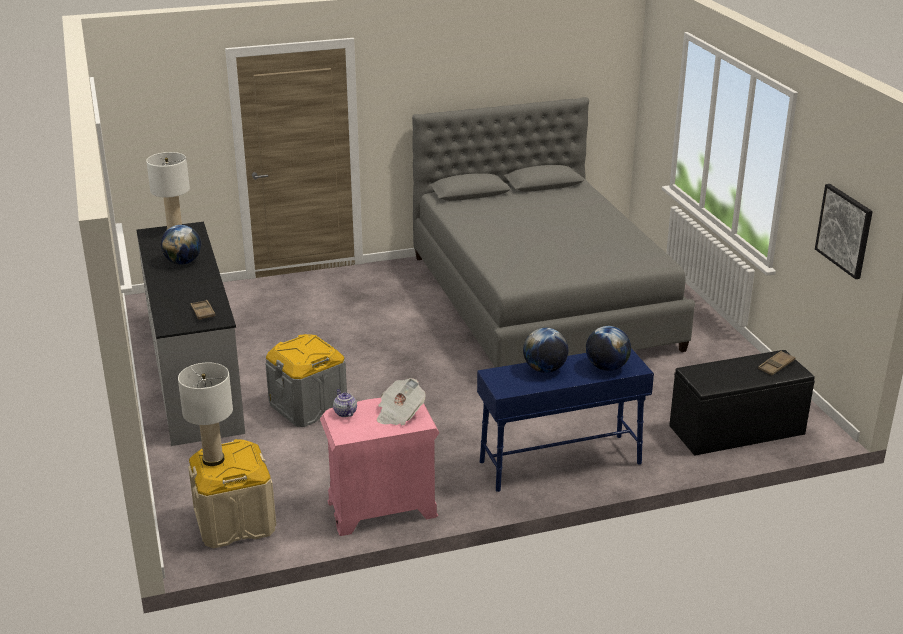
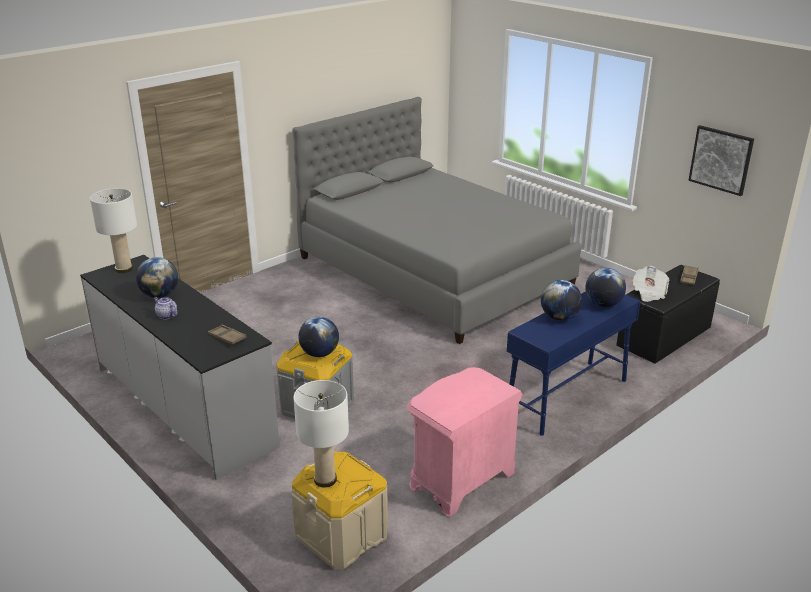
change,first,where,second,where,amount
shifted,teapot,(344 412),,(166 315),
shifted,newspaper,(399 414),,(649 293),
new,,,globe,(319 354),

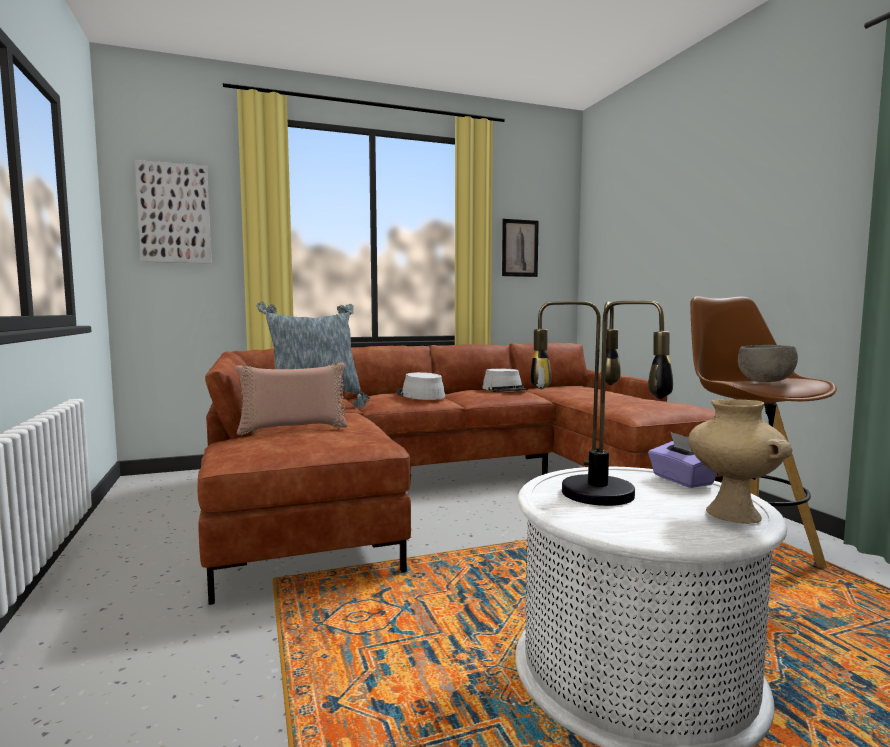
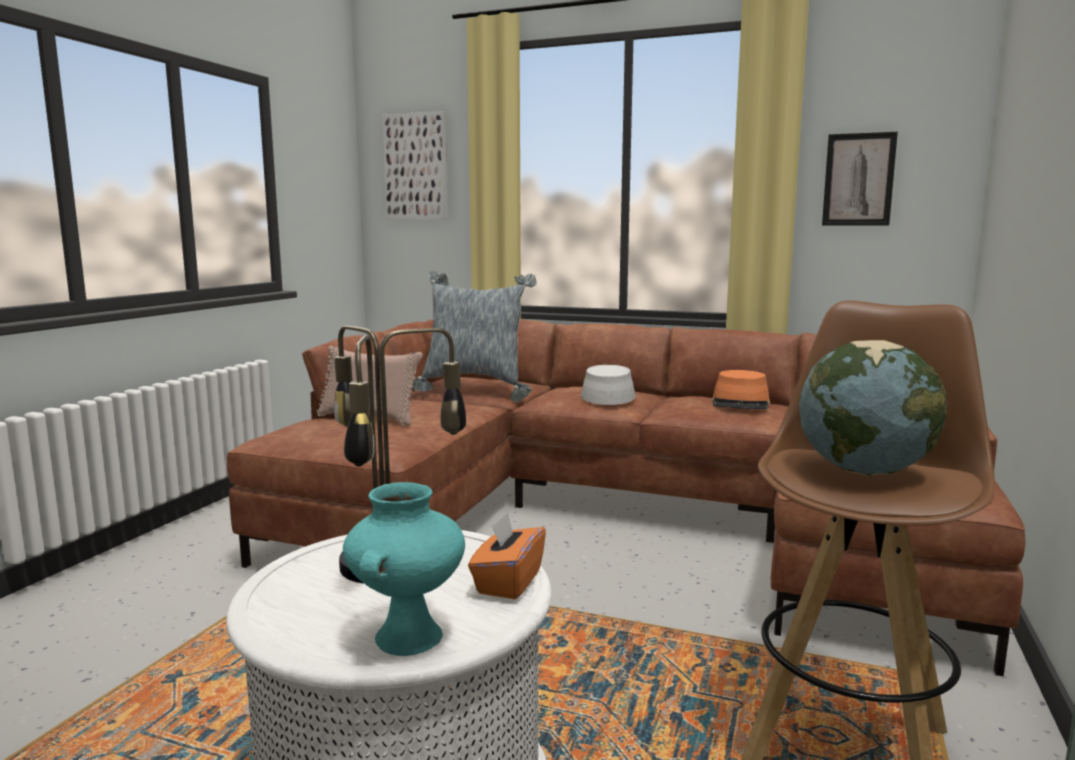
change,first,where,second,where,amount
repainted,hat in grey,(505 389),hat in orange,(741 403),
repainted,tissue box in purple,(682 480),tissue box in orange,(508 582),
repainted,vase in beige,(731 514),vase in turquoise,(408 636),
swapped,bowl in grey,(764 381),globe,(864 471),

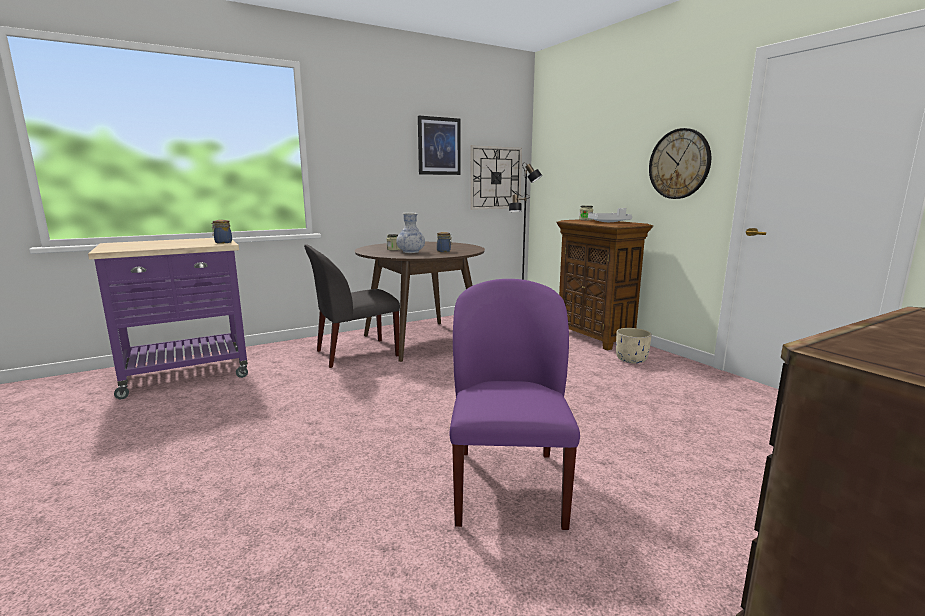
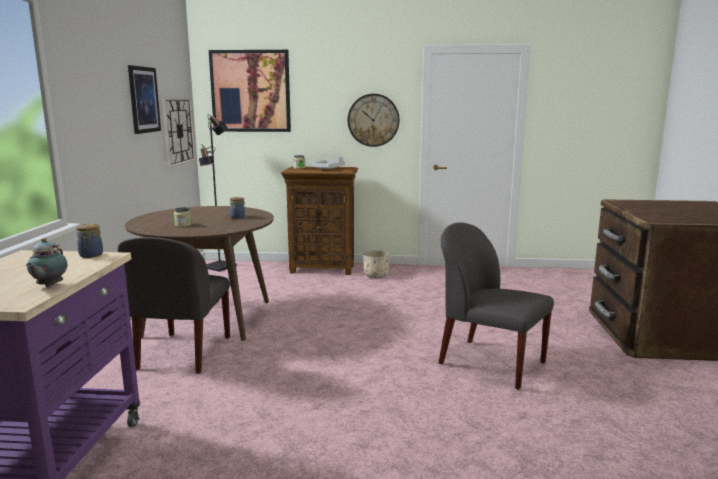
change,first,where,second,where,amount
gone,vase,(411 252),,,
repainted,chair in purple,(508 485),chair in grey,(489 362),
new,,,teapot,(49 286),
new,,,picture,(250 91),

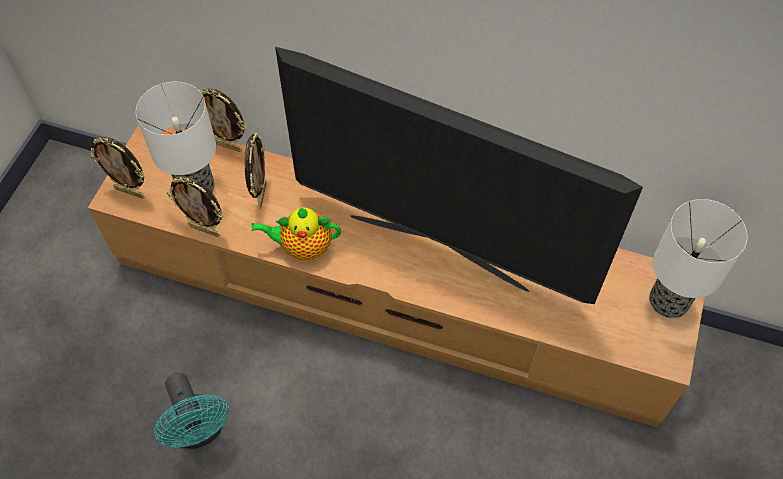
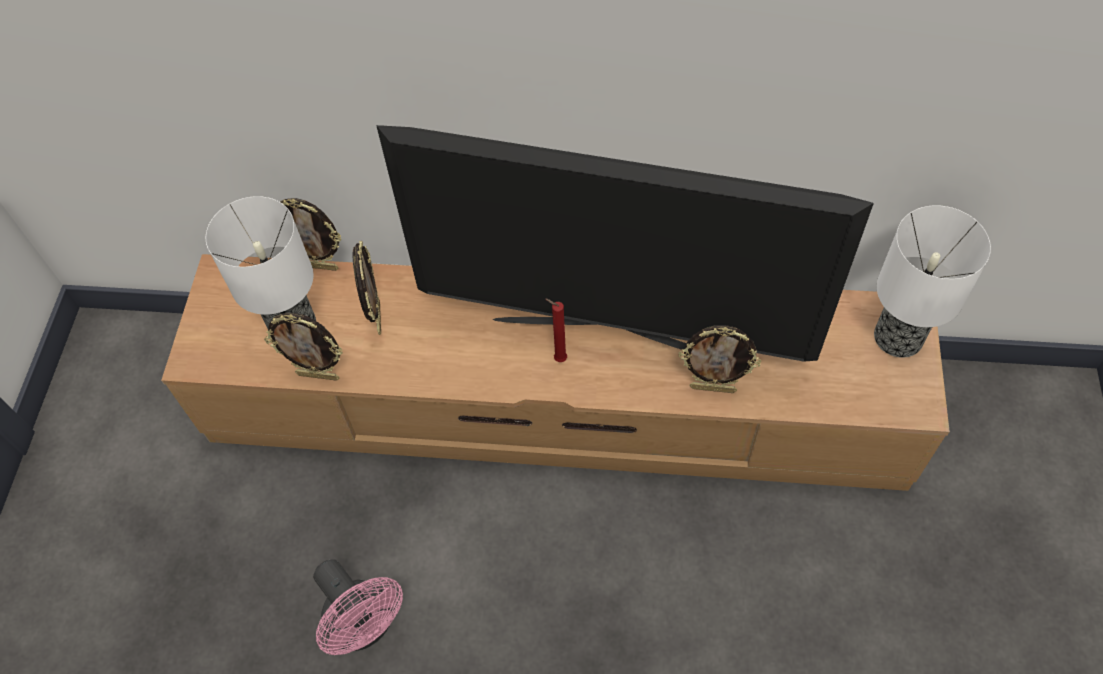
change,first,where,second,where,amount
shifted,picture frame,(130 192),,(713 388),
repainted,fan in turquoise,(200 431),fan in pink,(365 626),
gone,teapot,(303 247),,,
new,,,candle in red,(558 359),

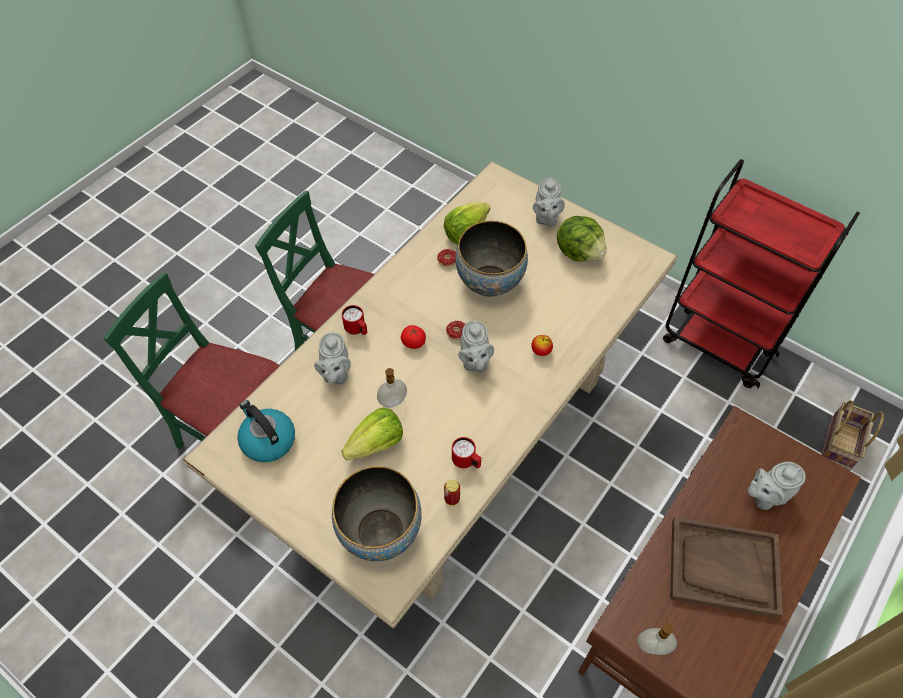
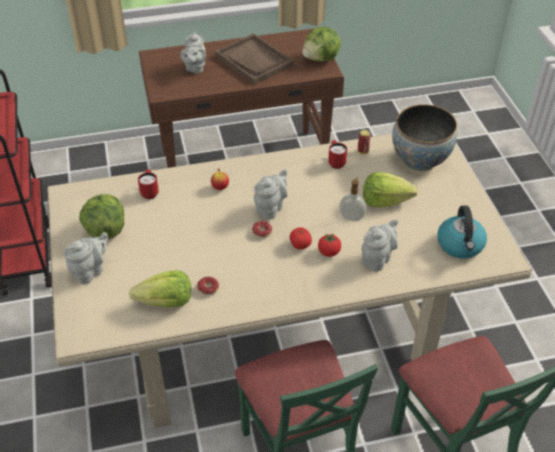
change,first,where,second,where,amount
shifted,mug in red,(357 330),,(149 192),
gone,bowl,(489 282),,,
swapped,soap dispenser,(652 646),lettuce,(321 59),
rotated,teapot in grey,(765 496),,(195 68),75 degrees clockwise
gone,basket,(840 445),,,
new,,,tomato,(329 252),

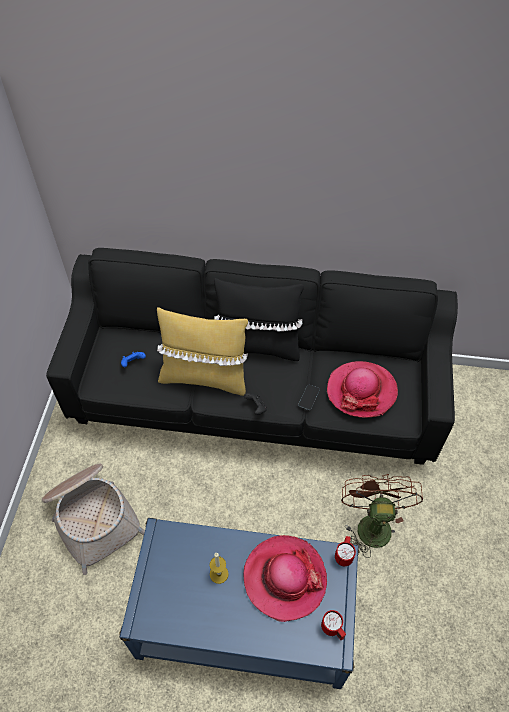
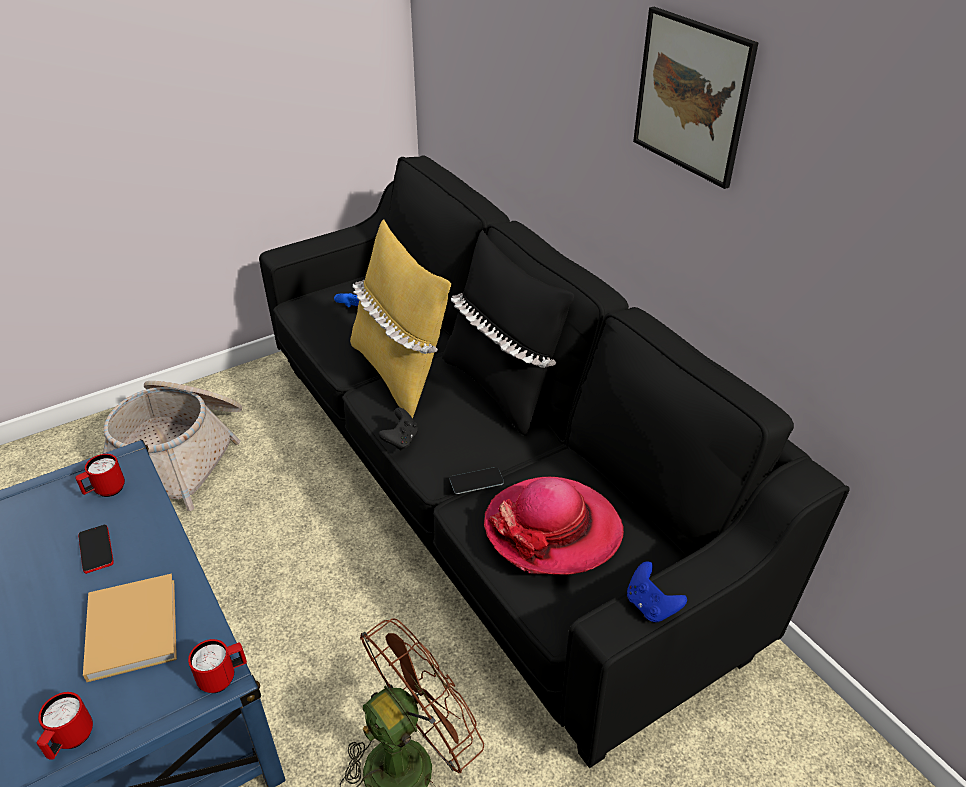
change,first,where,second,where,amount
swapped,candle,(219 574),phone,(96 549),
swapped,hat,(284 578),book in beige,(132 625),
new,,,mug in red,(105 491),
new,,,game controller in blue,(650 606),
new,,,picture,(691 96),

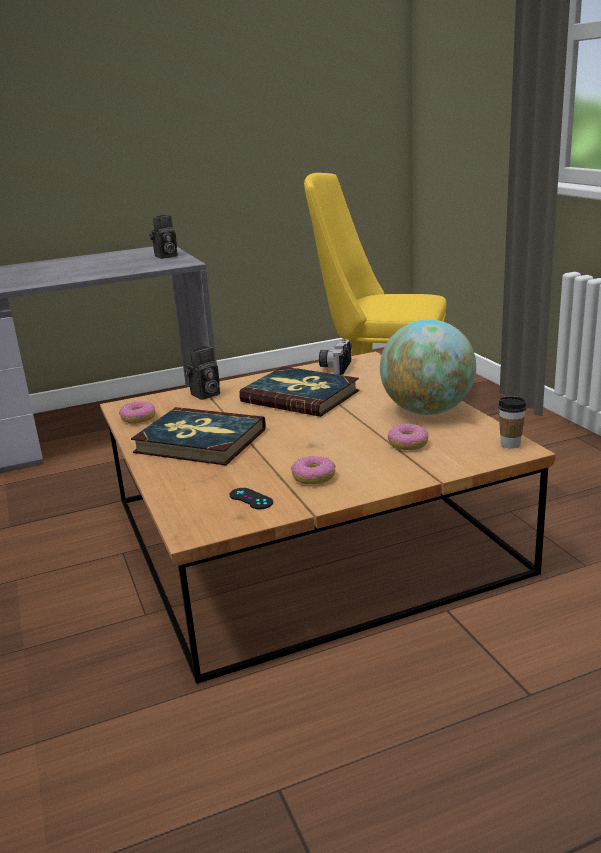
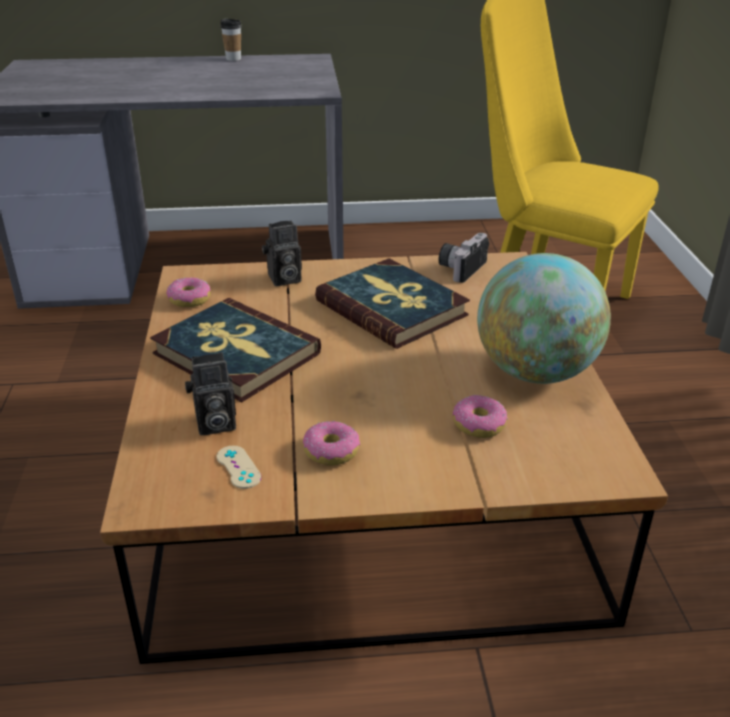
change,first,where,second,where,amount
shifted,photo camera,(165 256),,(213 424),
repainted,game controller in black,(251 499),game controller in beige,(238 467),
shifted,cup,(510 444),,(233 59),

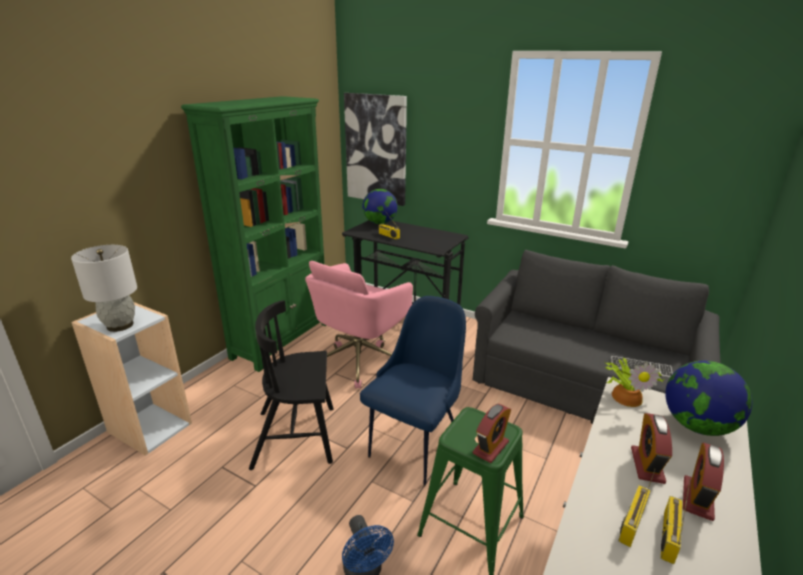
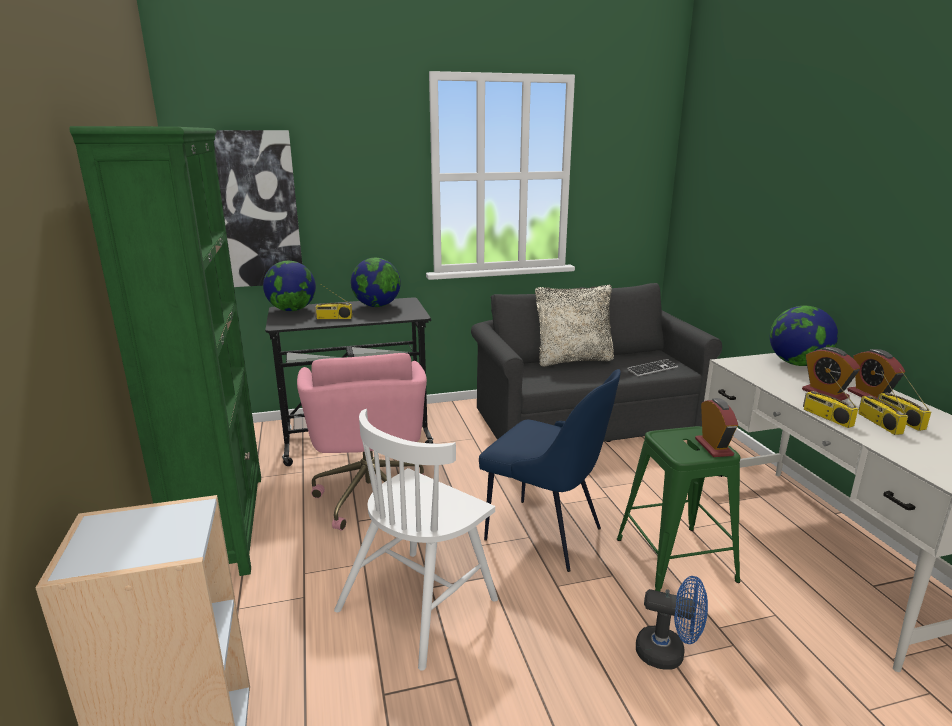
change,first,where,second,where,amount
gone,table lamp in white,(120 325),,,
repainted,chair in black,(300 435),chair in white,(423 599),
rotated,chair in blue,(415 446),,(544 534),135 degrees clockwise
gone,potted plant,(627 396),,,
new,,,globe,(377 306),
new,,,pillow in beige,(574 361),
new,,,radio,(826 417),

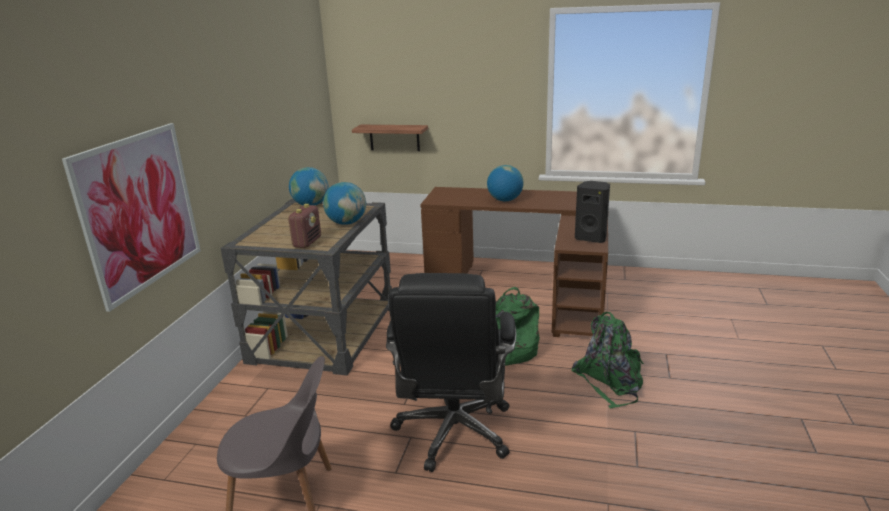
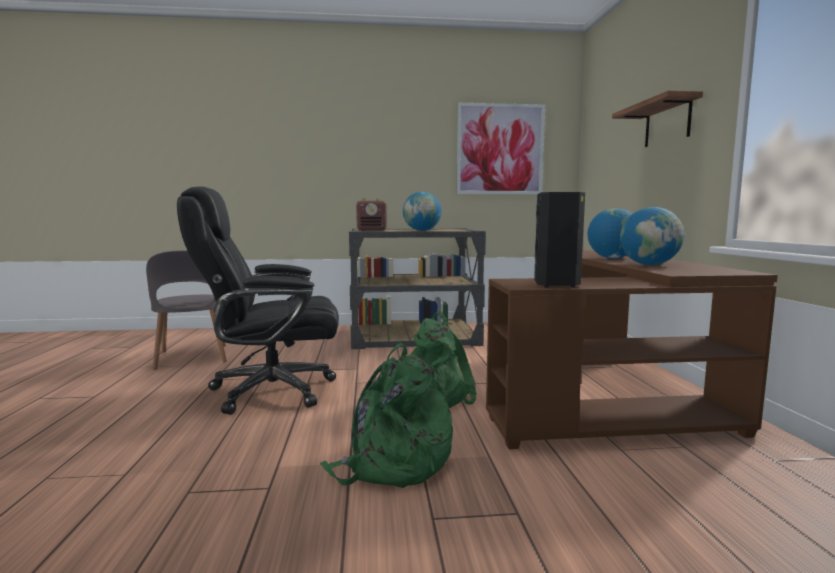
change,first,where,second,where,amount
shifted,picture,(140 211),,(500 149),
shifted,globe,(311 205),,(649 264),
shifted,shelf,(394 137),,(667 123),

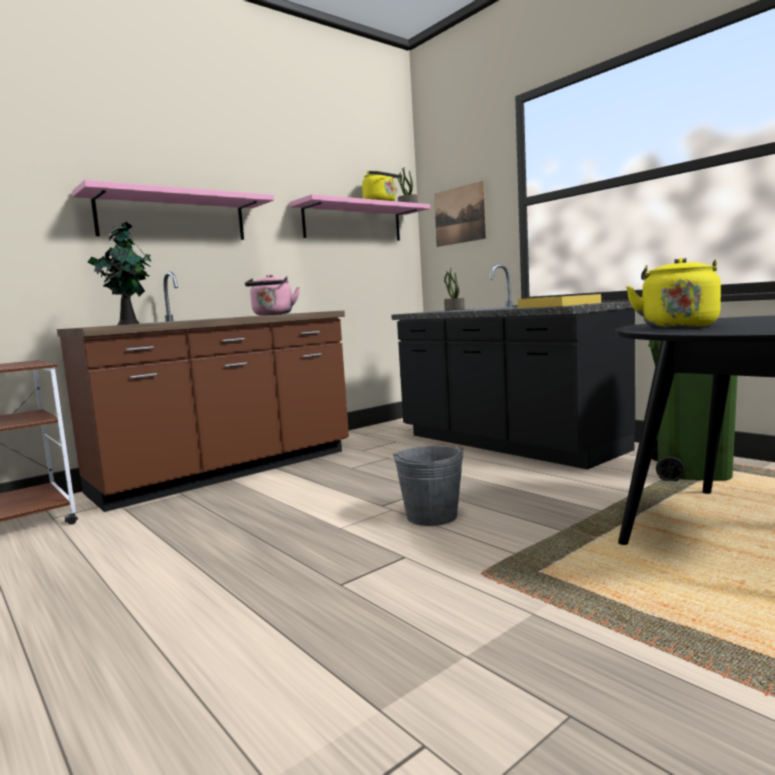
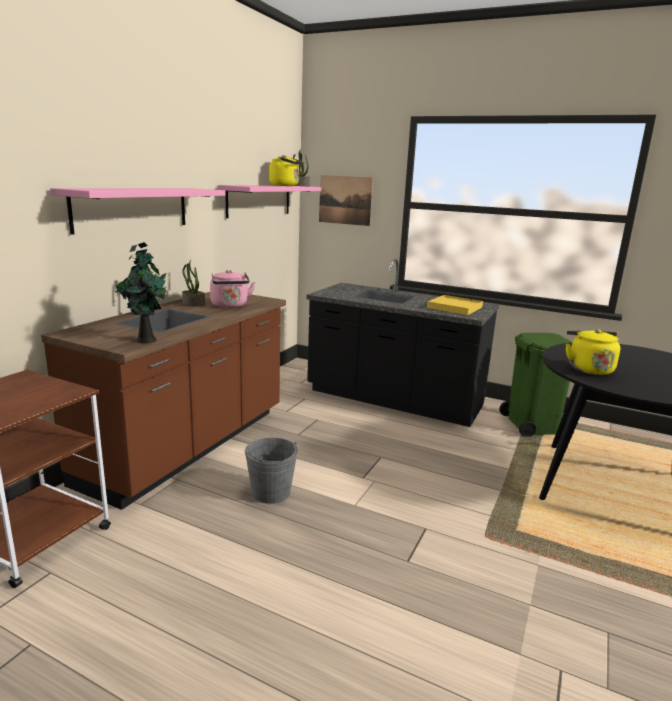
change,first,where,second,where,amount
shifted,bucket in grey,(431 516),,(271 492),
shifted,potted plant,(454 309),,(193 304),

